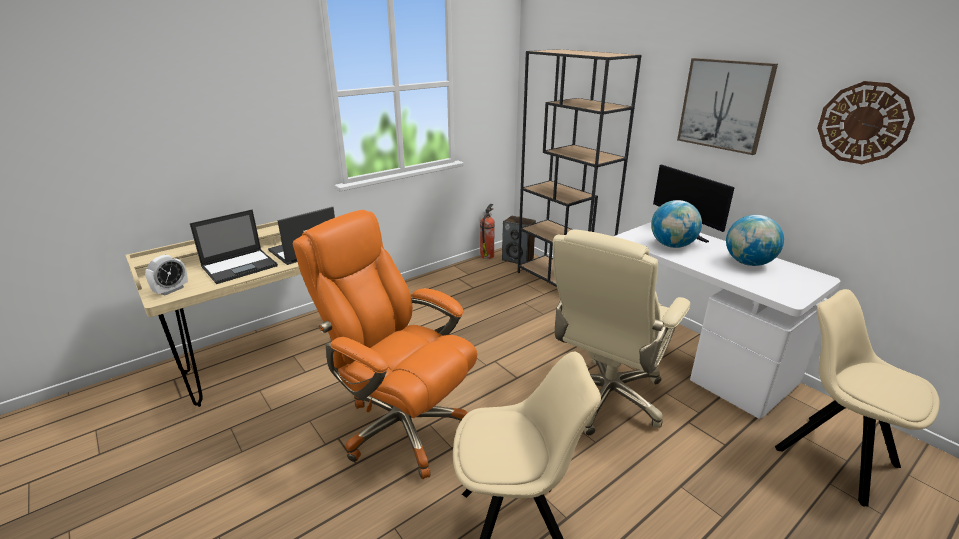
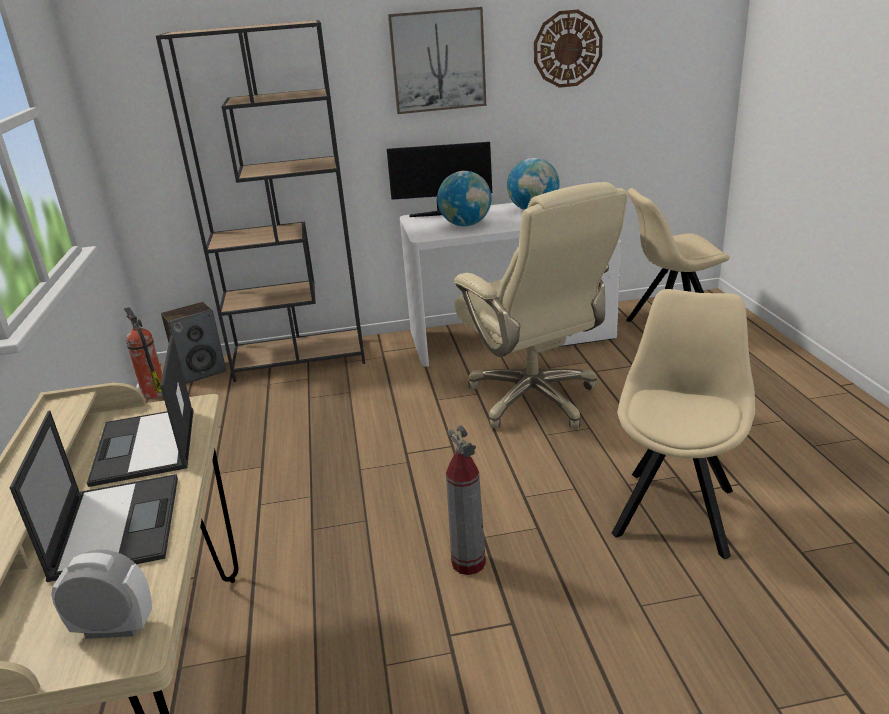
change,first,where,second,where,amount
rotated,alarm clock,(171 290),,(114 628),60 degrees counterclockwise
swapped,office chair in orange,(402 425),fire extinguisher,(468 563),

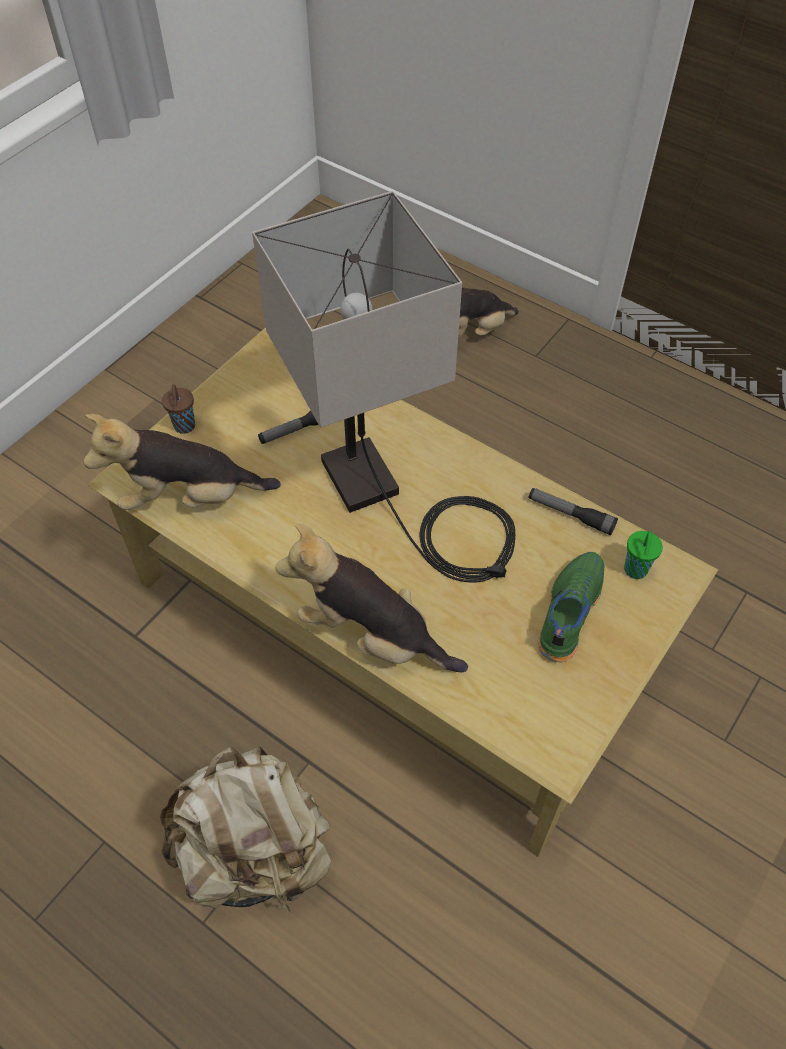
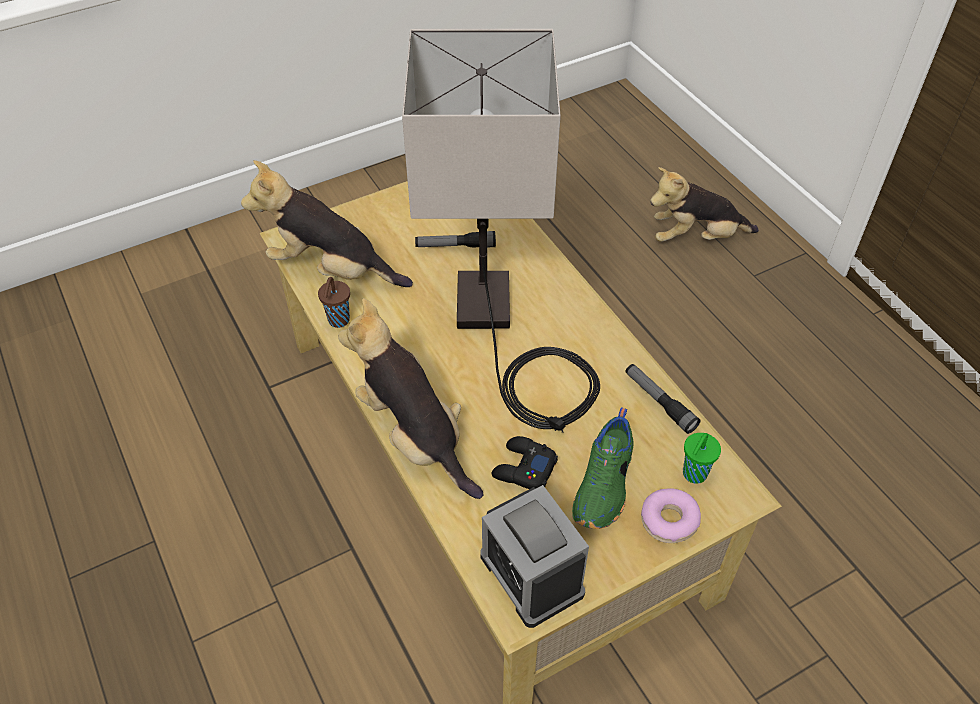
change,first,where,second,where,amount
gone,backpack in beige,(254 853),,,
shifted,cup in brown,(184 427),,(338 321),
rotated,shoe in green,(567 611),,(605 485),150 degrees clockwise
new,,,alarm clock,(531 574),
new,,,game controller in black,(523 468),
new,,,donut,(669 520),

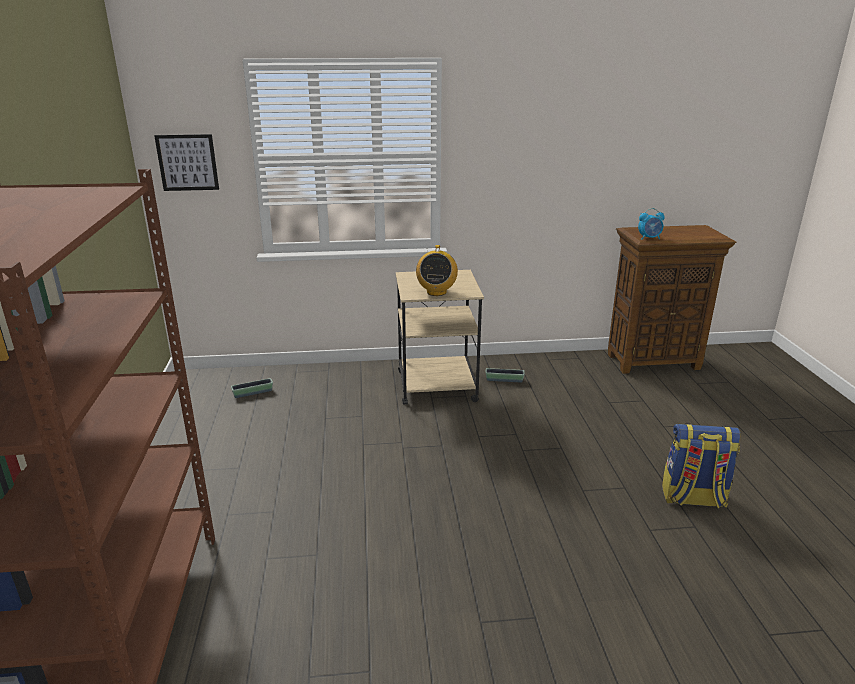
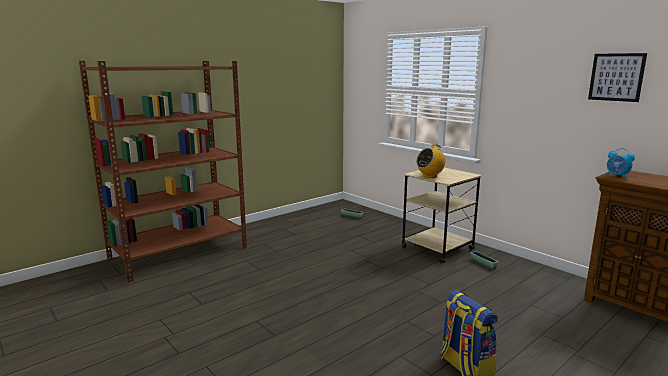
change,first,where,second,where,amount
shifted,picture,(187 162),,(616 77),

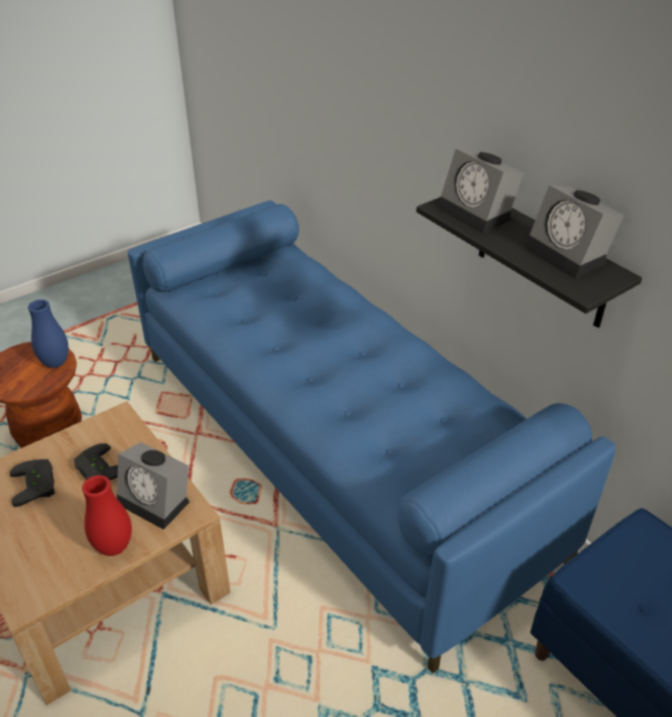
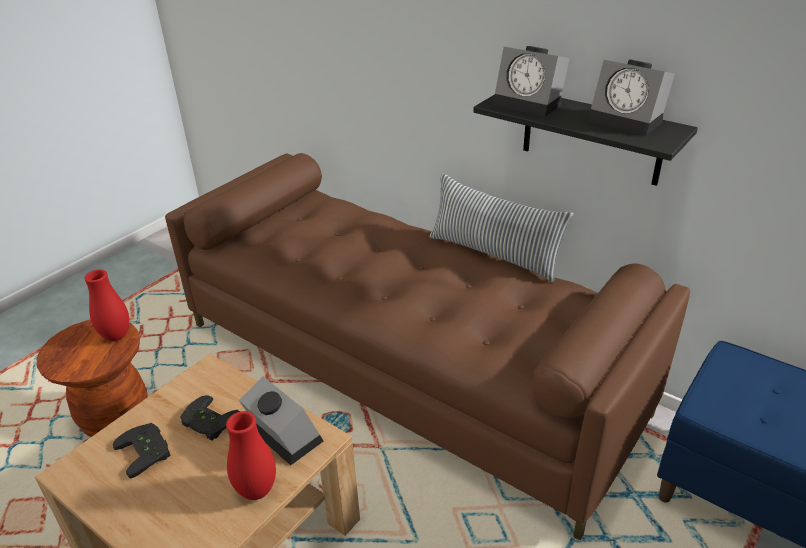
change,first,where,second,where,amount
repainted,vase in blue,(55 363),vase in red,(116 336),
rotated,alarm clock,(157 501),,(283 437),150 degrees counterclockwise
repainted,sofa in blue,(336 449),sofa in brown,(406 367),
new,,,pillow,(494 254),

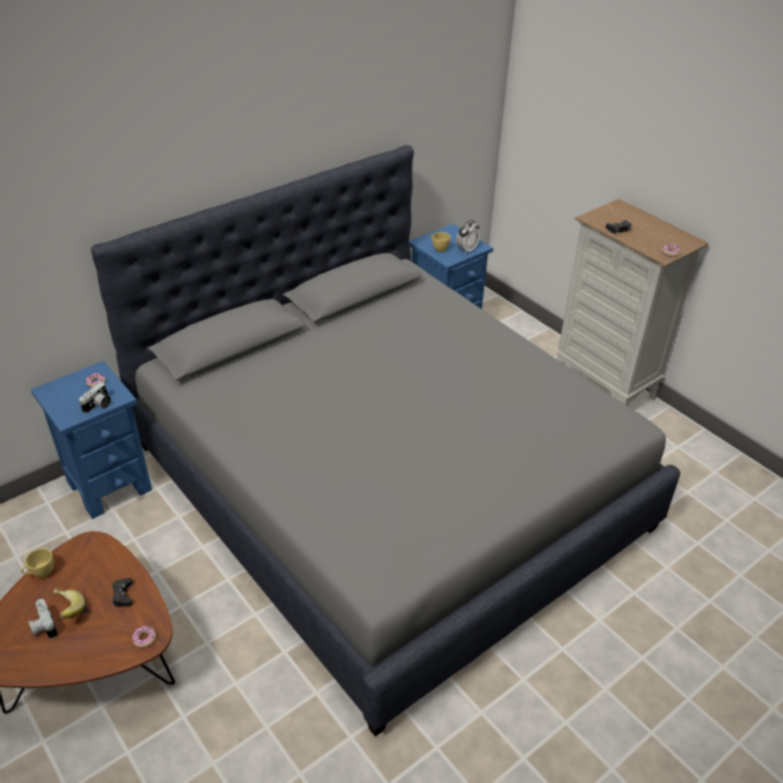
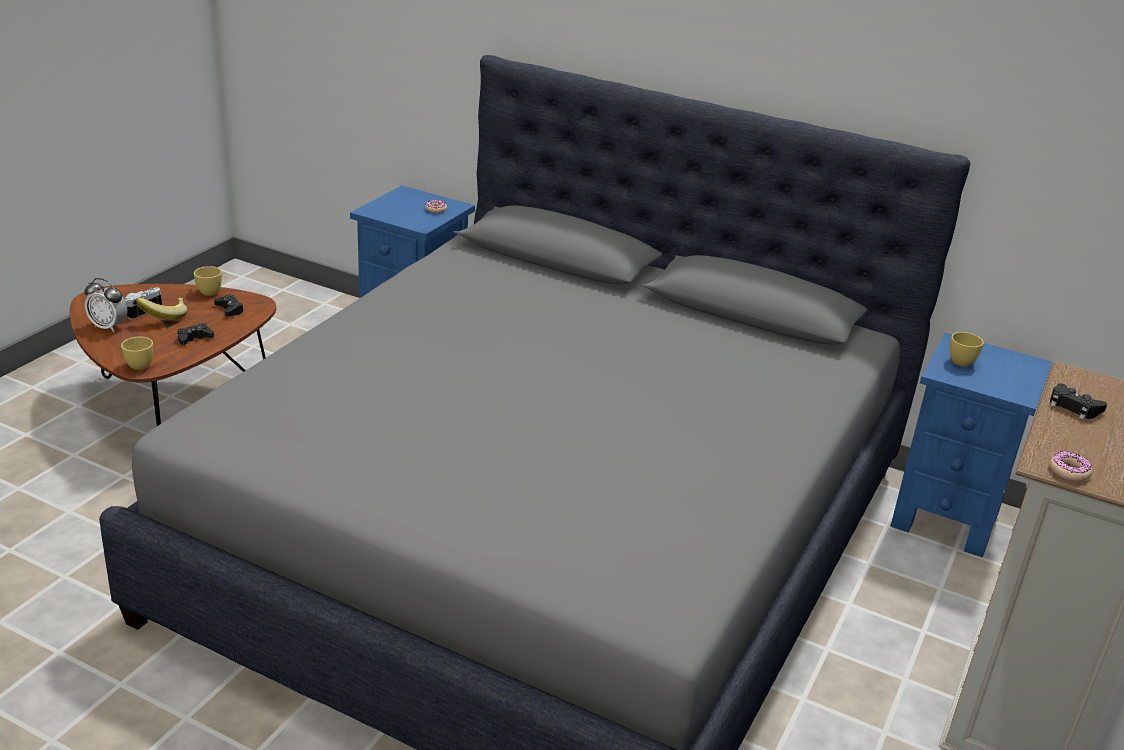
change,first,where,second,where,amount
gone,photo camera,(98 405),,,
swapped,donut,(144 638),cup in yellow,(141 364),
shifted,alarm clock,(466 250),,(108 327),
new,,,game controller in black,(229 309),

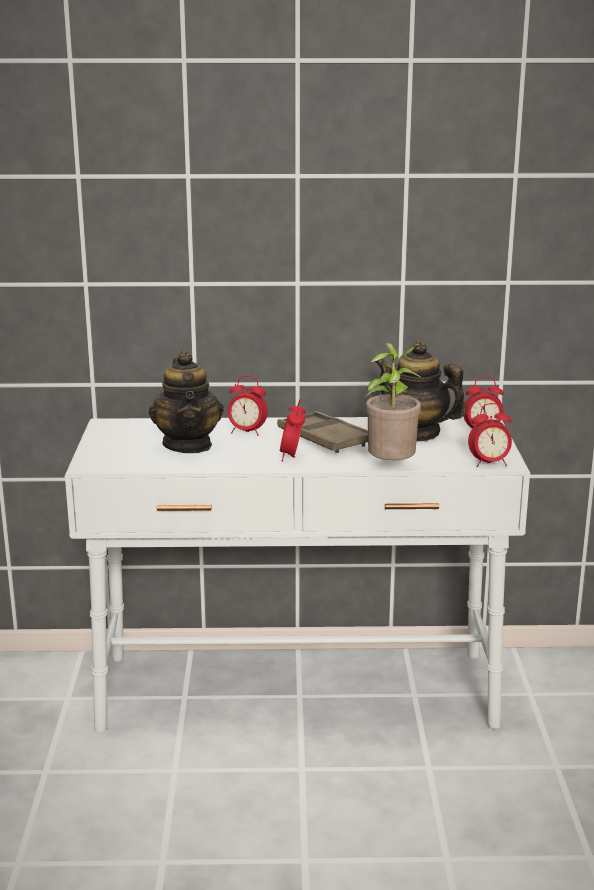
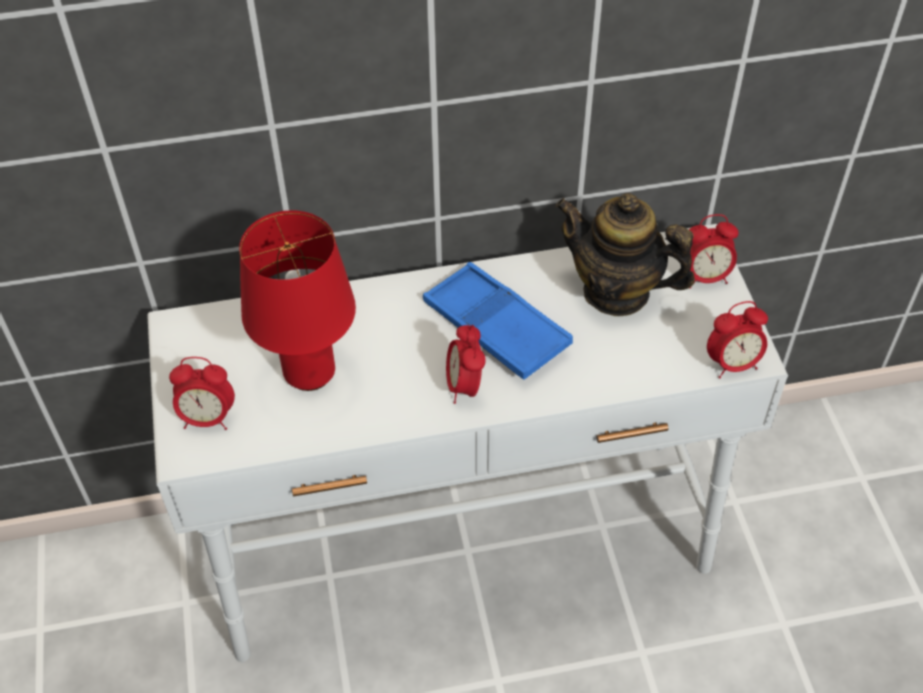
change,first,where,second,where,amount
swapped,teapot,(188 445),table lamp in red,(311 373),
shifted,alarm clock,(247 432),,(208 418),
repainted,tray in brown,(324 439),tray in blue,(496 327),
gone,potted plant,(391 469),,,

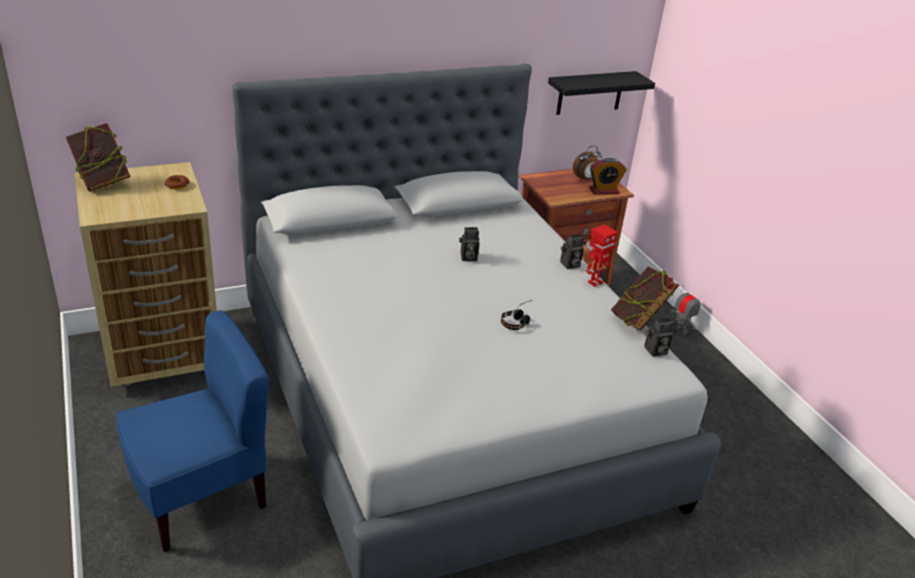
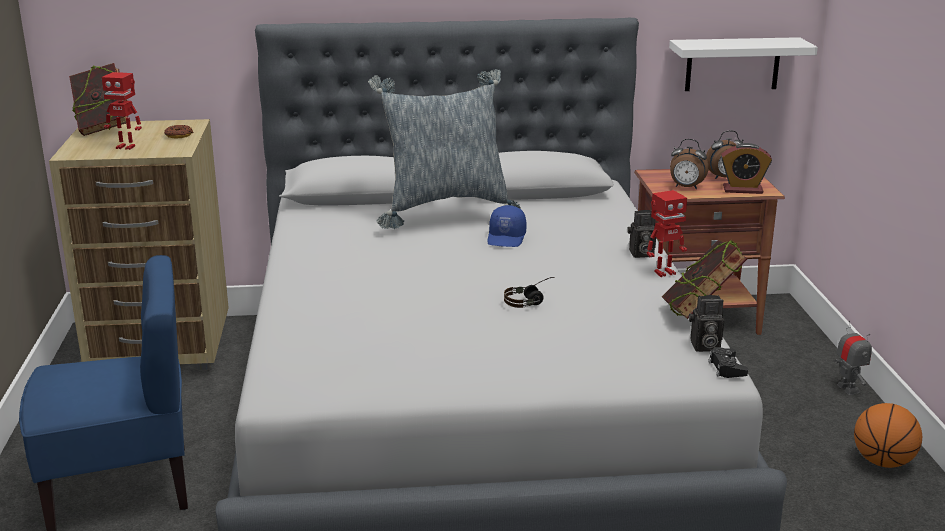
change,first,where,second,where,amount
swapped,photo camera,(467 257),cap in blue,(507 238),
repainted,shelf in black,(590 92),shelf in white,(732 64),
new,,,toy robot,(126 147),
new,,,pillow,(443 219),
new,,,alarm clock,(686 187),
new,,,game controller in black,(726 368),
new,,,basketball,(883 462),

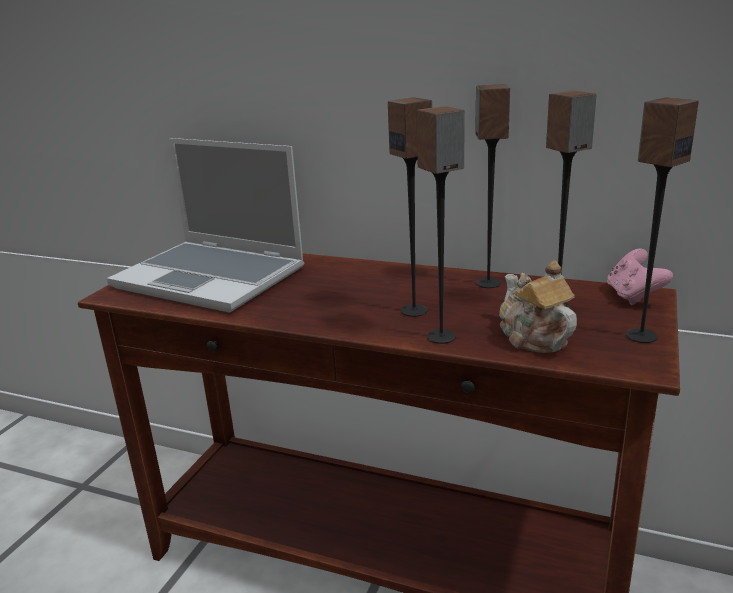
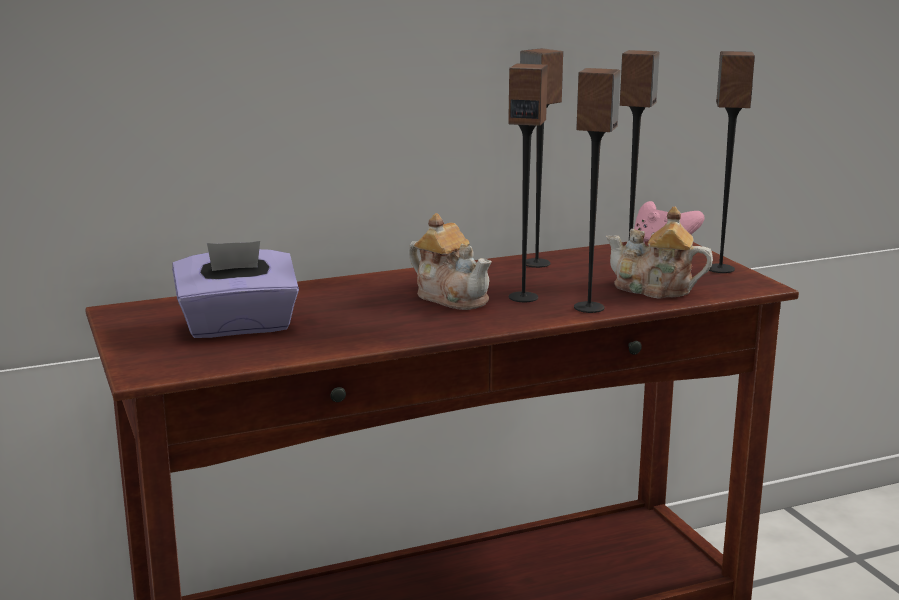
change,first,where,second,where,amount
swapped,laptop,(213 278),tissue box in purple,(238 326),
new,,,teapot,(451 297),

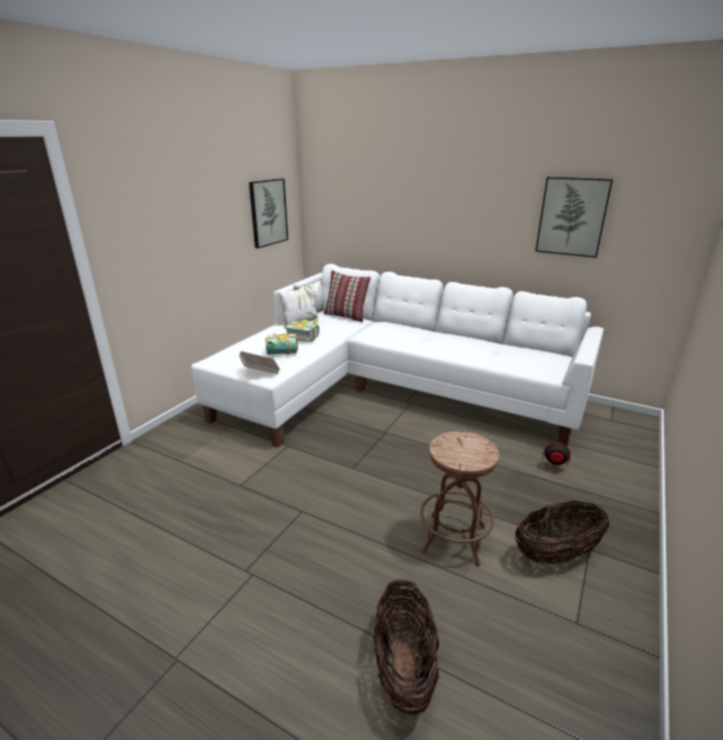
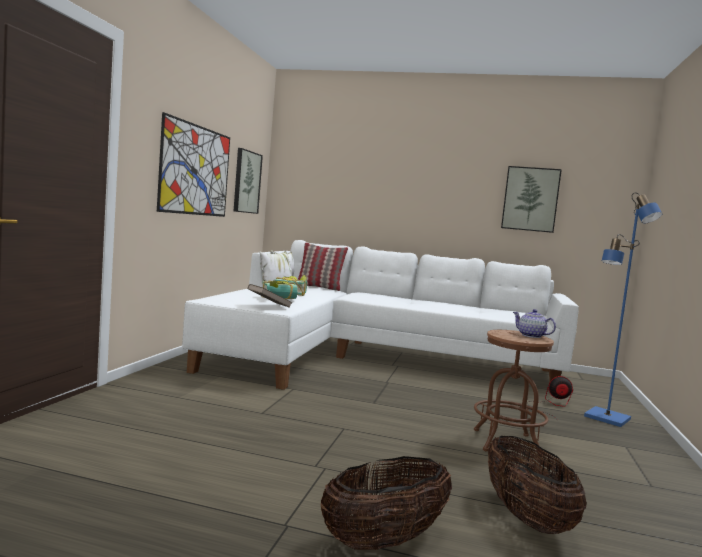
change,first,where,second,where,amount
shifted,basket,(556 554),,(384 541),
new,,,picture,(196 170),
new,,,teapot,(531 336),
new,,,floor lamp in blue,(607 418),

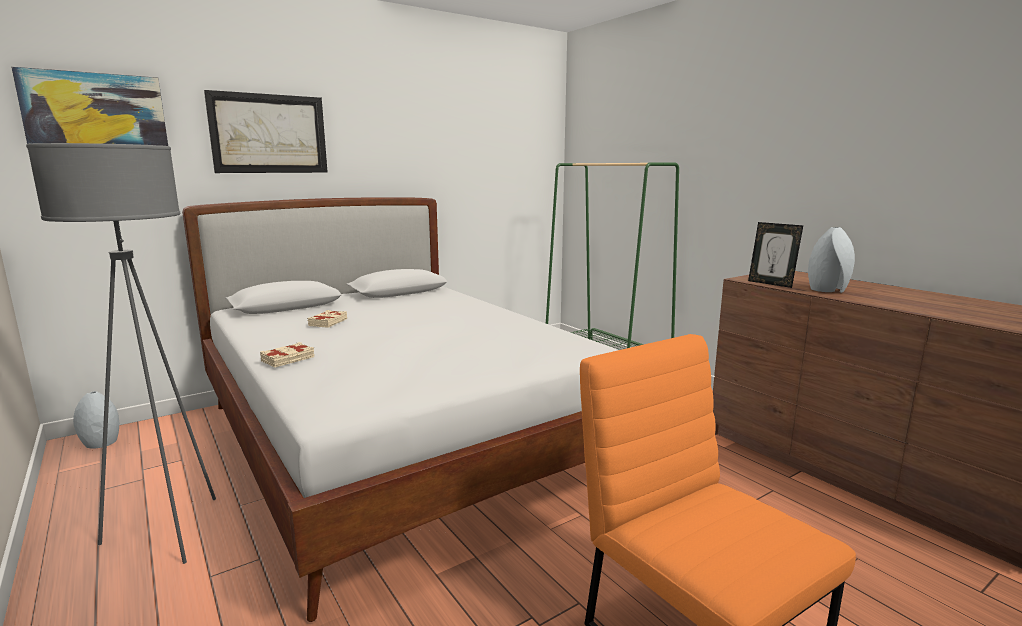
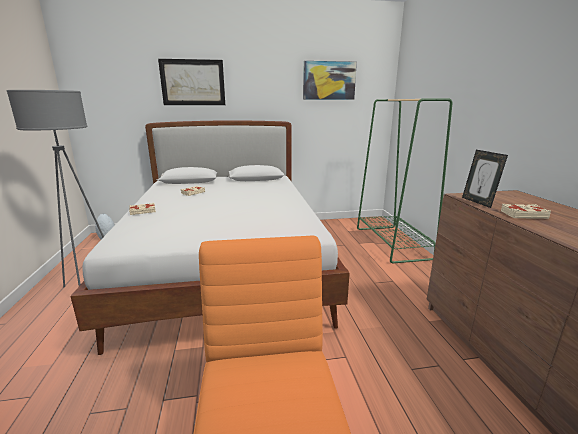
change,first,where,second,where,amount
shifted,picture,(96 114),,(329 80),
swapped,vase in grey,(828 290),book in beige,(523 214),

